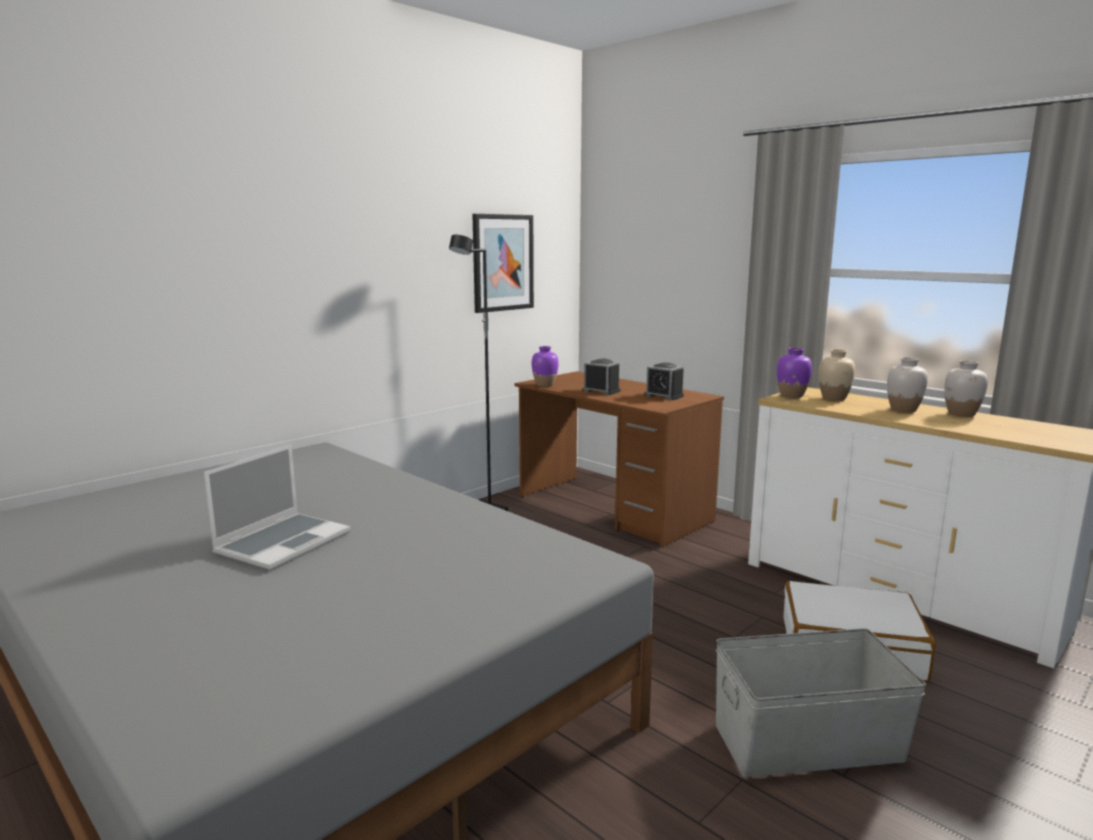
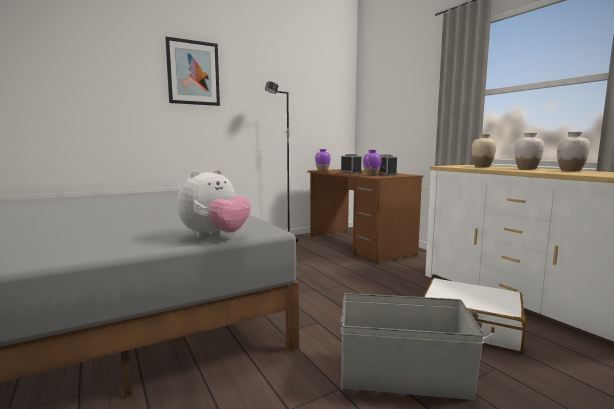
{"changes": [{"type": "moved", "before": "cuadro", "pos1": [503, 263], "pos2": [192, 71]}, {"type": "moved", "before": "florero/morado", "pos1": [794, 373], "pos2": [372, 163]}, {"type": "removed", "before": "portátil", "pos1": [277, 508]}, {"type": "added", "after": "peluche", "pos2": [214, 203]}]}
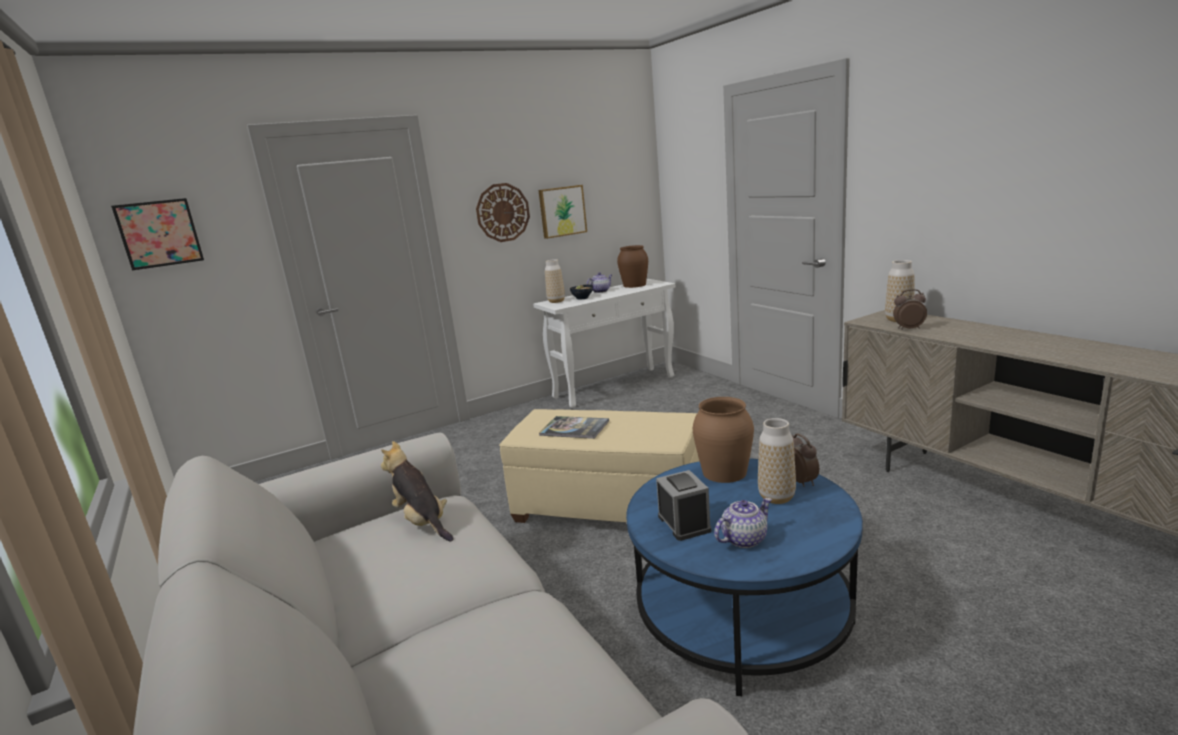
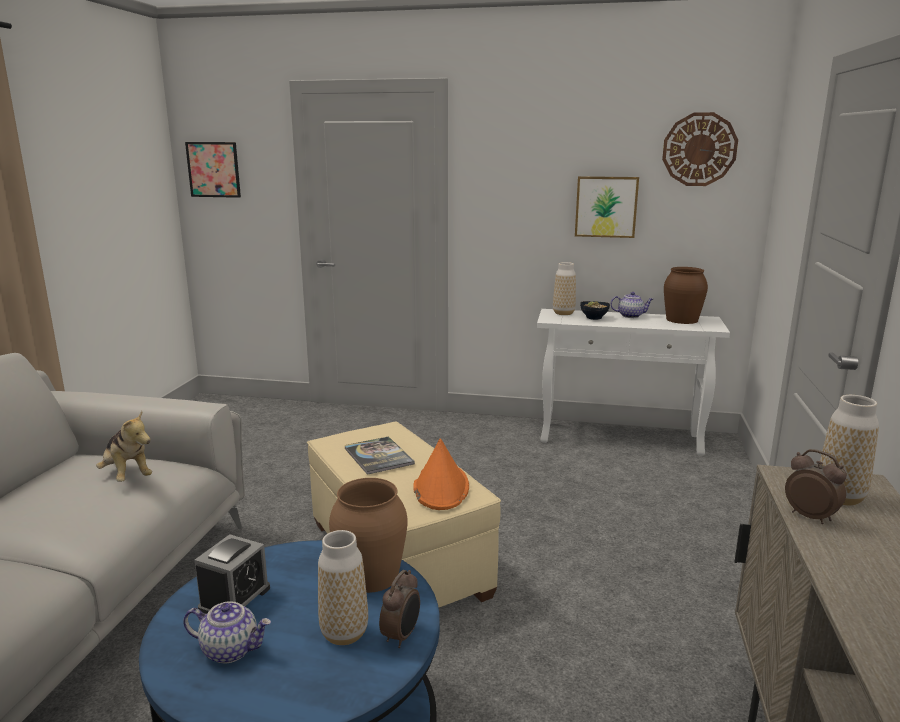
{"changes": [{"type": "moved", "before": "reloj de pared", "pos1": [503, 212], "pos2": [700, 149]}, {"type": "turned", "before": "peluche", "pos1": [417, 491], "pos2": [124, 446], "turn": 135}, {"type": "added", "after": "sombrero/naranja", "pos2": [441, 474]}]}
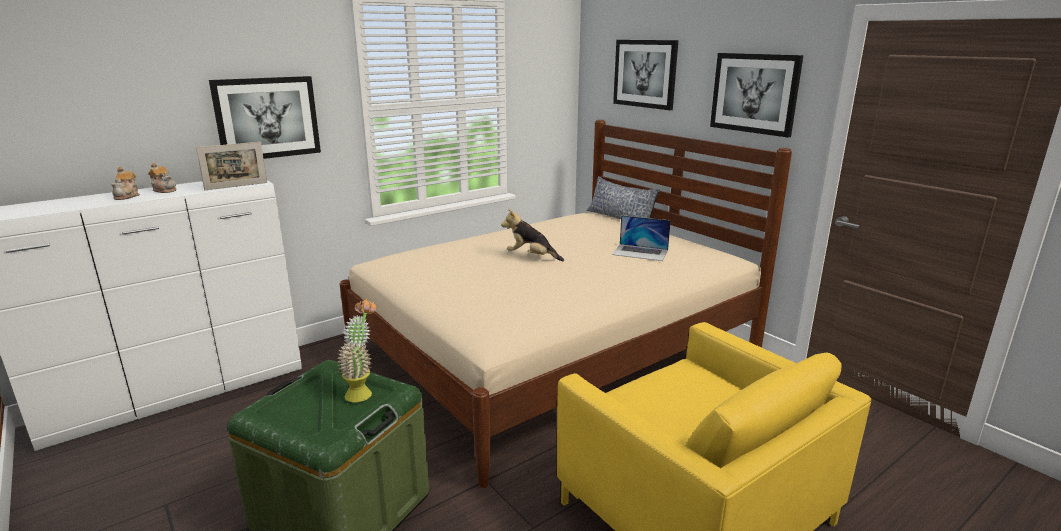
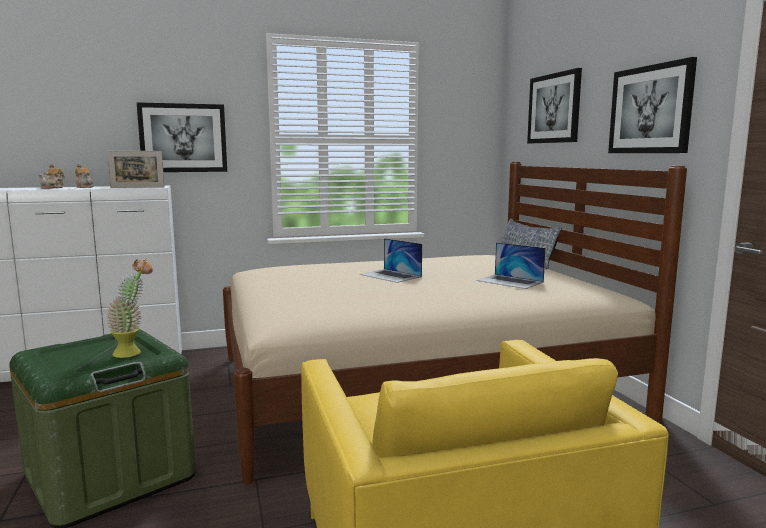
{"changes": [{"type": "replaced", "before": "peluche", "after": "portátil", "pos1": [532, 235], "pos2": [391, 260]}]}
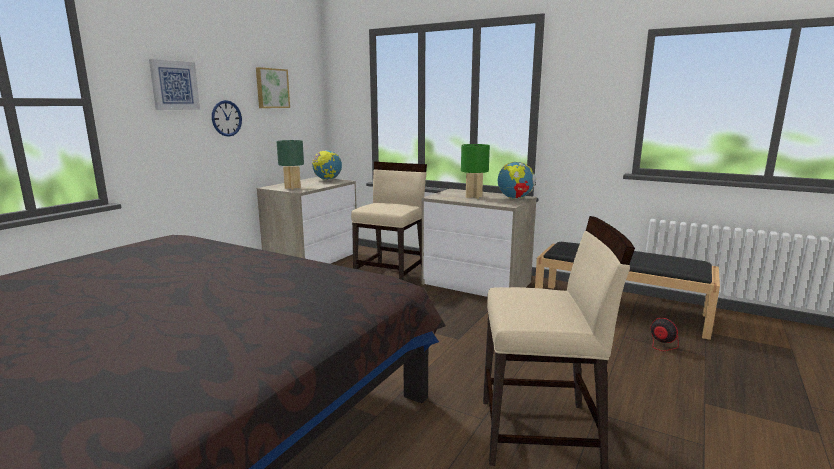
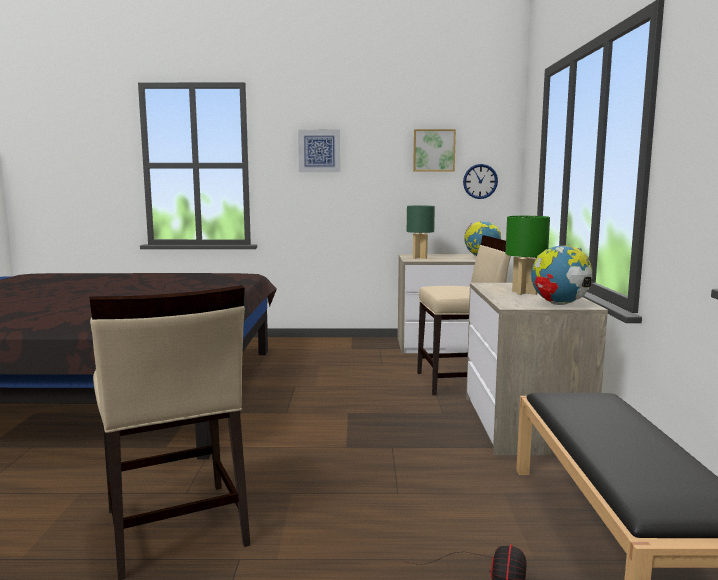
{"changes": [{"type": "moved", "before": "reloj de pared", "pos1": [227, 118], "pos2": [480, 181]}]}
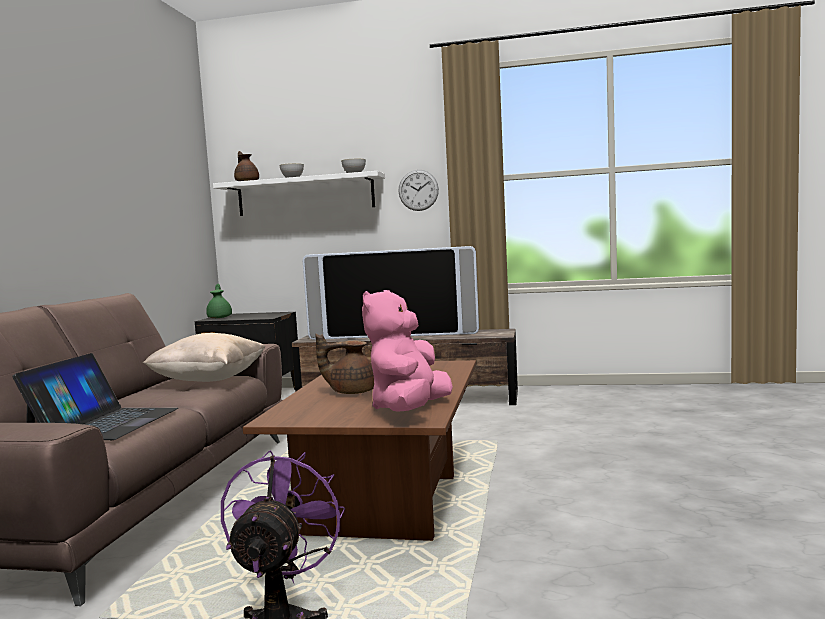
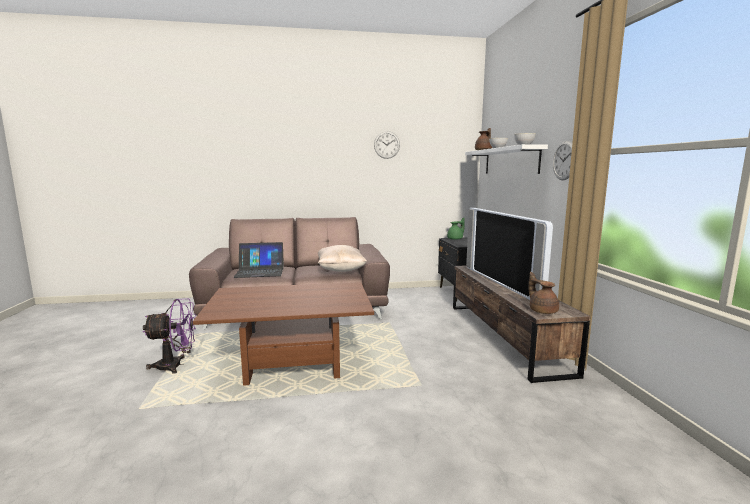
{"changes": [{"type": "removed", "before": "peluche/rosa", "pos1": [407, 351]}, {"type": "moved", "before": "tetera/marrón", "pos1": [344, 364], "pos2": [543, 293]}, {"type": "added", "after": "reloj de pared", "pos2": [387, 145]}]}
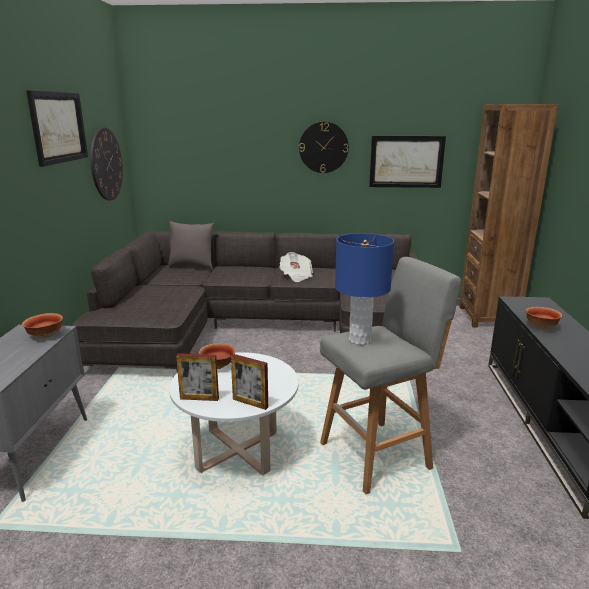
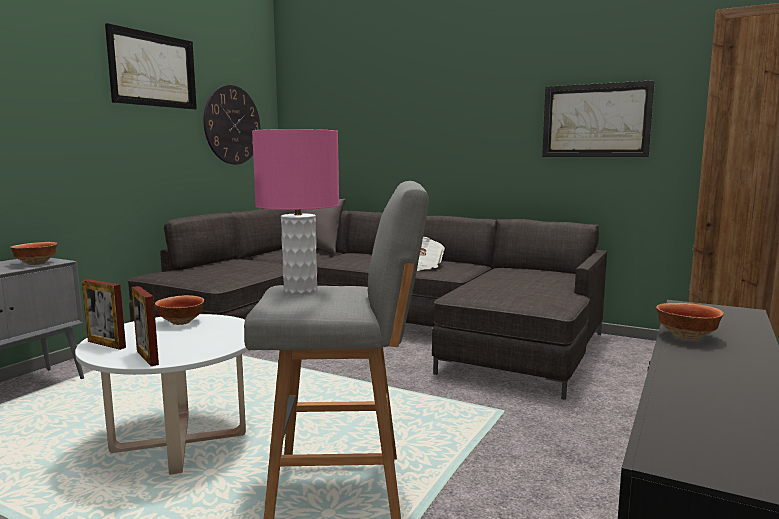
{"changes": [{"type": "removed", "before": "reloj de pared", "pos1": [324, 147]}, {"type": "recoloured", "before": "lámpara de mesa/azul", "after": "lámpara de mesa/rosa", "pos1": [364, 289], "pos2": [295, 212]}]}
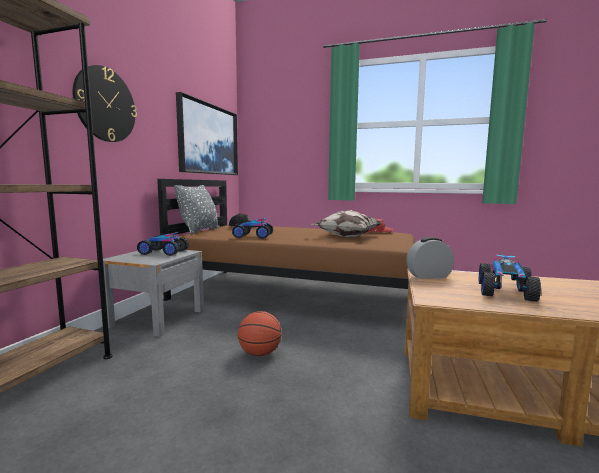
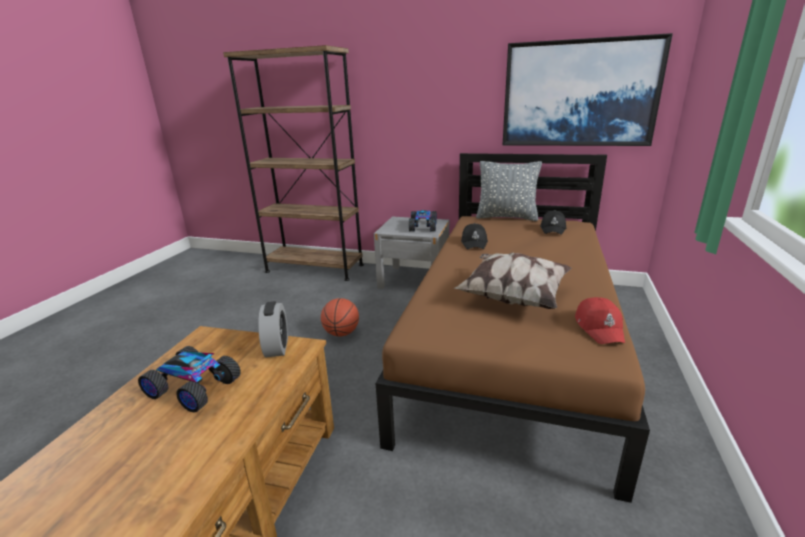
{"changes": [{"type": "removed", "before": "reloj de pared", "pos1": [105, 103]}, {"type": "replaced", "before": "coche de juguete", "after": "gorra/negro", "pos1": [252, 228], "pos2": [474, 236]}]}
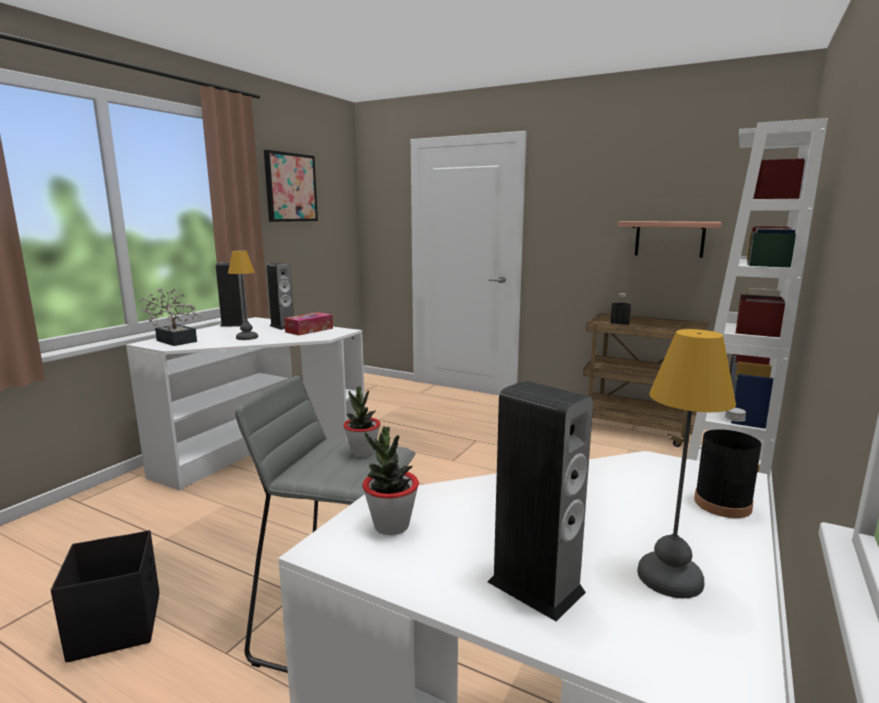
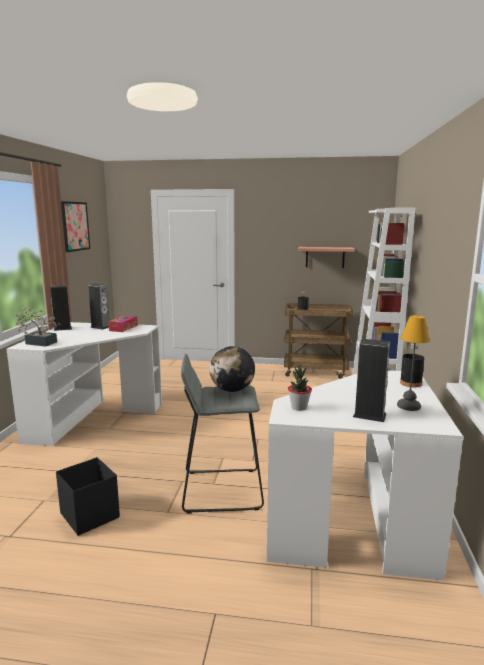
{"changes": [{"type": "removed", "before": "lámpara de mesa", "pos1": [243, 295]}, {"type": "replaced", "before": "planta en maceta", "after": "globo terráqueo", "pos1": [361, 422], "pos2": [232, 369]}]}
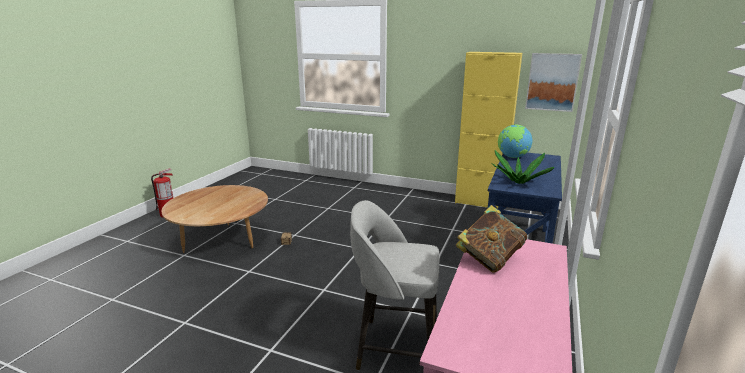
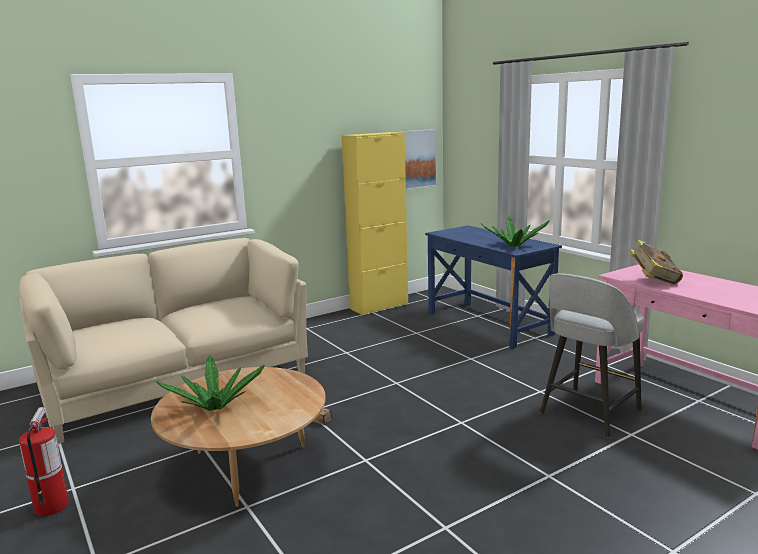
{"changes": [{"type": "removed", "before": "globo terráqueo", "pos1": [515, 141]}, {"type": "added", "after": "sofá/beis", "pos2": [163, 341]}, {"type": "added", "after": "planta en maceta", "pos2": [210, 382]}]}
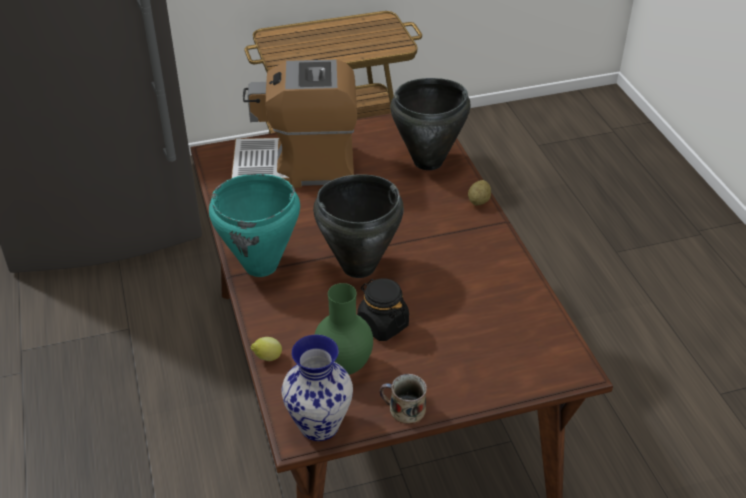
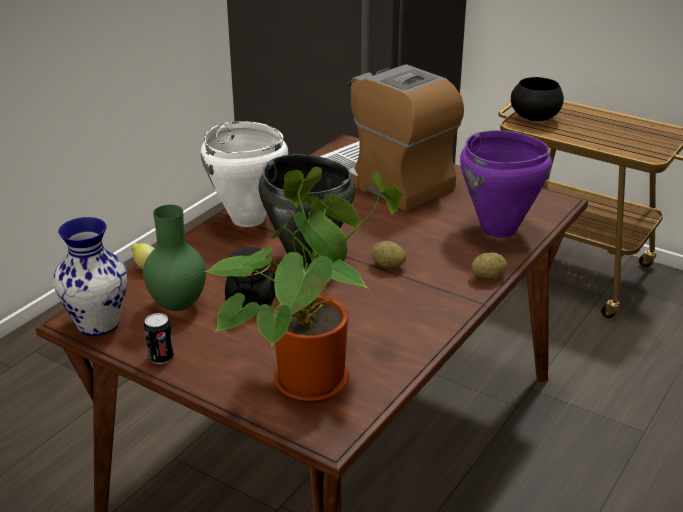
{"changes": [{"type": "recoloured", "before": "olla/negro", "after": "olla/morado", "pos1": [430, 124], "pos2": [506, 184]}, {"type": "recoloured", "before": "olla/turquesa", "after": "olla/blanco", "pos1": [254, 225], "pos2": [244, 174]}, {"type": "replaced", "before": "taza grande", "after": "lata", "pos1": [403, 399], "pos2": [159, 338]}, {"type": "added", "after": "cuenco/negro", "pos2": [537, 99]}, {"type": "added", "after": "planta en maceta", "pos2": [302, 285]}, {"type": "added", "after": "patata", "pos2": [388, 254]}]}
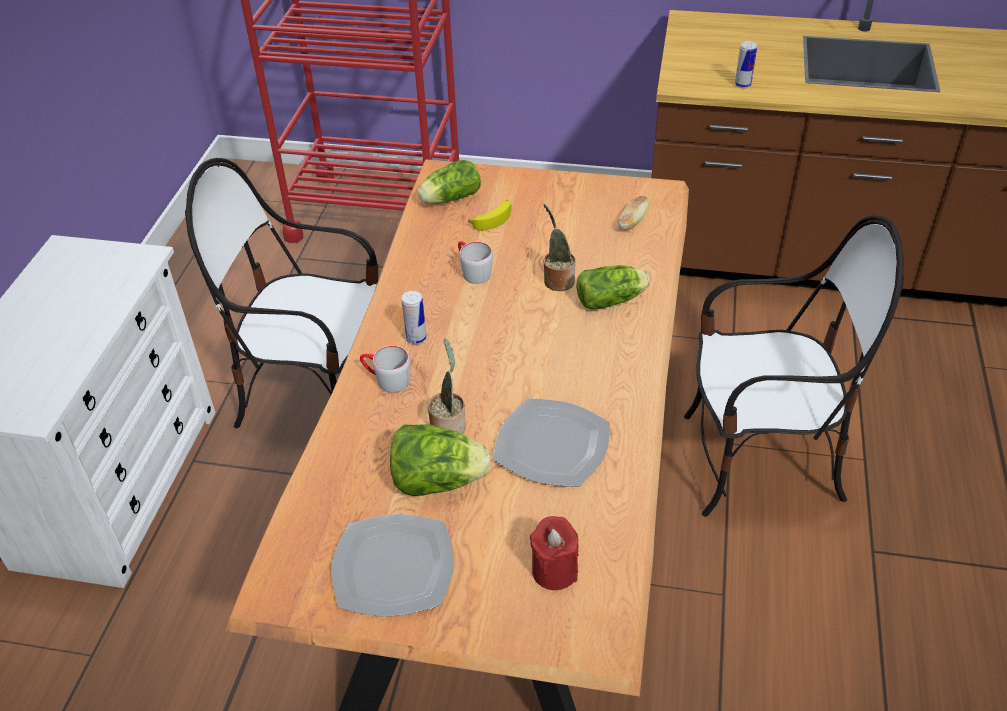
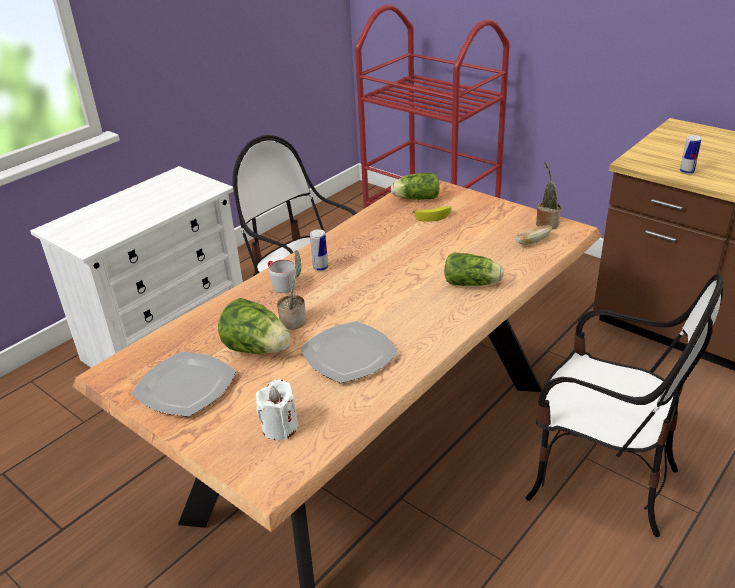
{"changes": [{"type": "moved", "before": "planta en maceta", "pos1": [559, 247], "pos2": [548, 195]}, {"type": "removed", "before": "taza grande/gris", "pos1": [475, 262]}, {"type": "recoloured", "before": "vela/rojo", "after": "vela/blanco", "pos1": [554, 553], "pos2": [277, 409]}]}
